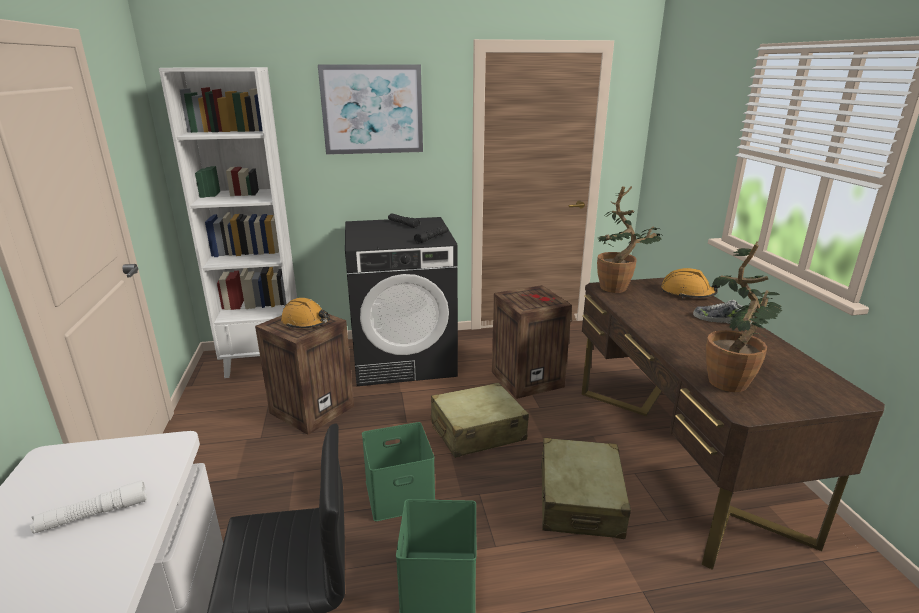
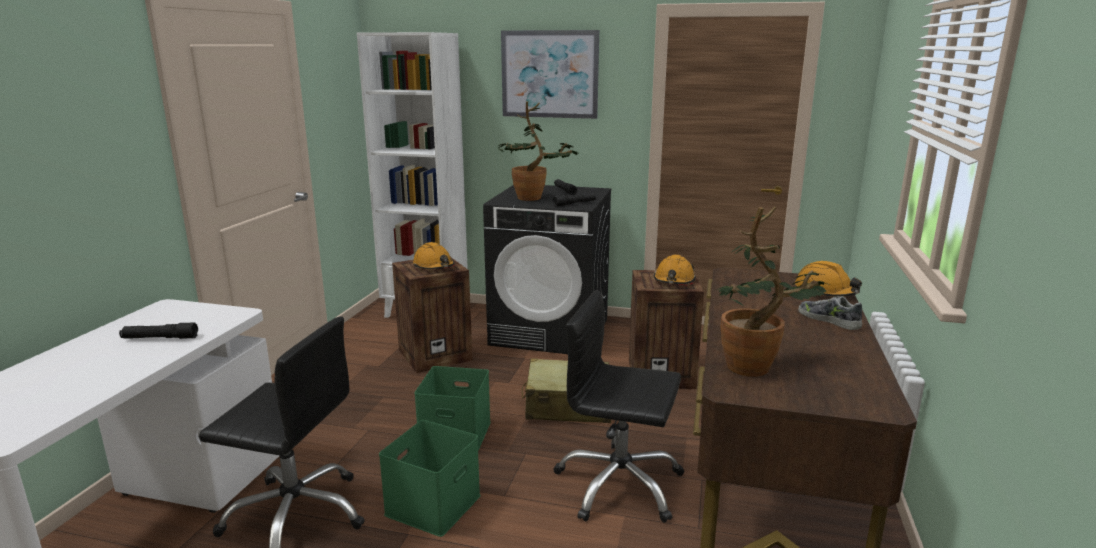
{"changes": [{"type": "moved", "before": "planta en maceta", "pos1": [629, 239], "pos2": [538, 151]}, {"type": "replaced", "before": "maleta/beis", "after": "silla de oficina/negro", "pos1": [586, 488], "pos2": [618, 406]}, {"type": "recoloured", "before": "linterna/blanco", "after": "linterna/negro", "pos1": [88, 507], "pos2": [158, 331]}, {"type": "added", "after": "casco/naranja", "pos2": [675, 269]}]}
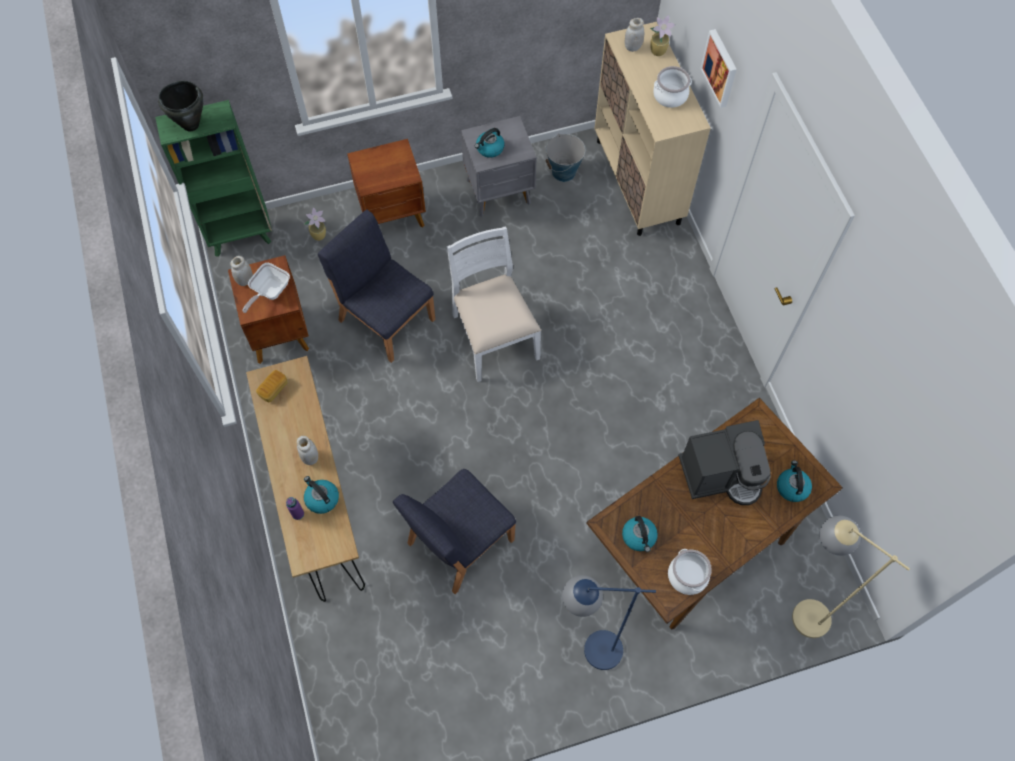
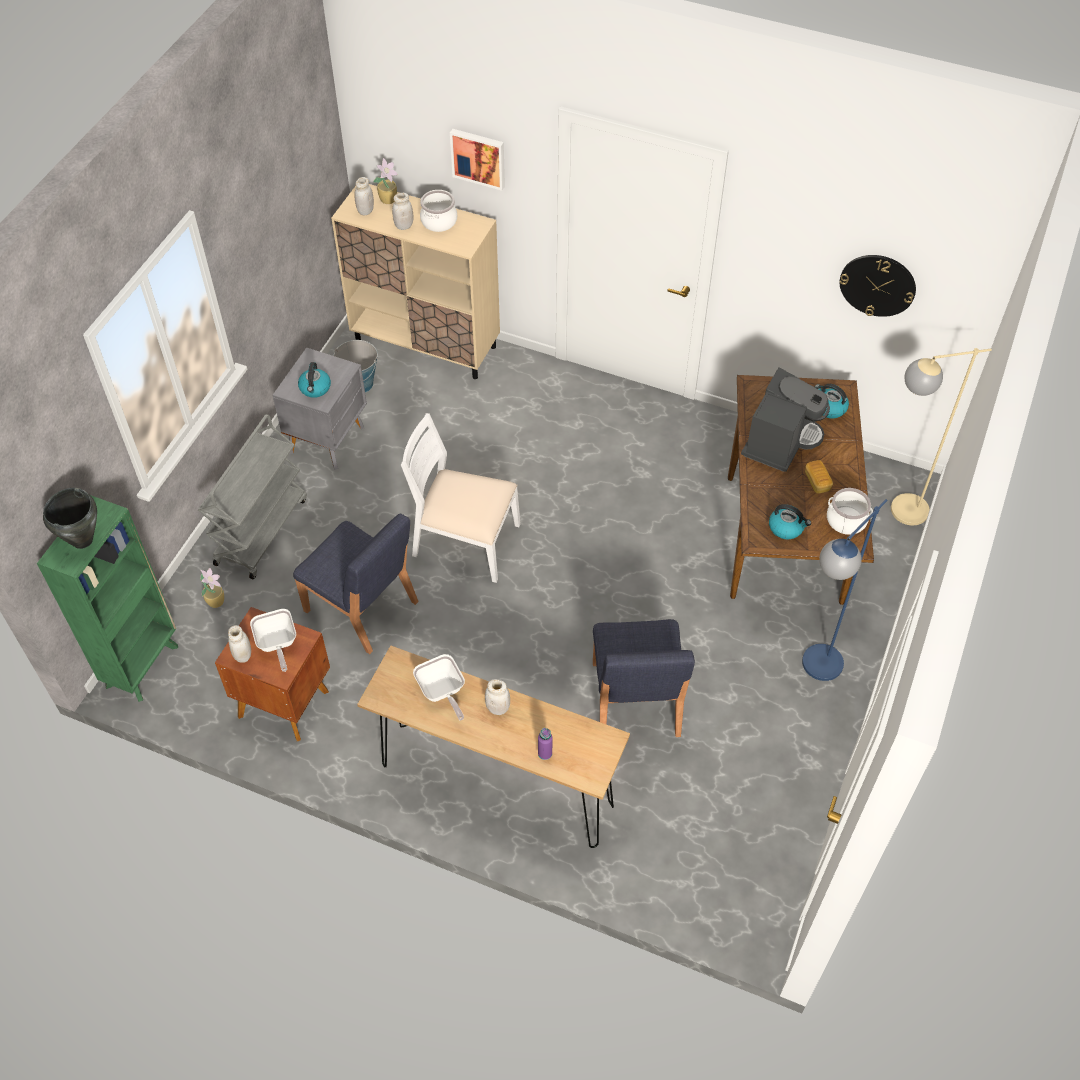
{"changes": [{"type": "replaced", "before": "mesita de noche/marrón", "after": "carrito/gris", "pos1": [386, 183], "pos2": [252, 496]}, {"type": "turned", "before": "silla/azul", "pos1": [376, 286], "pos2": [355, 584], "turn": -135}, {"type": "moved", "before": "pan", "pos1": [272, 386], "pos2": [819, 477]}, {"type": "removed", "before": "hervidor", "pos1": [321, 495]}, {"type": "added", "after": "tarro/blanco", "pos2": [403, 211]}, {"type": "added", "after": "reloj de pared", "pos2": [878, 286]}, {"type": "added", "after": "sartén", "pos2": [439, 687]}]}
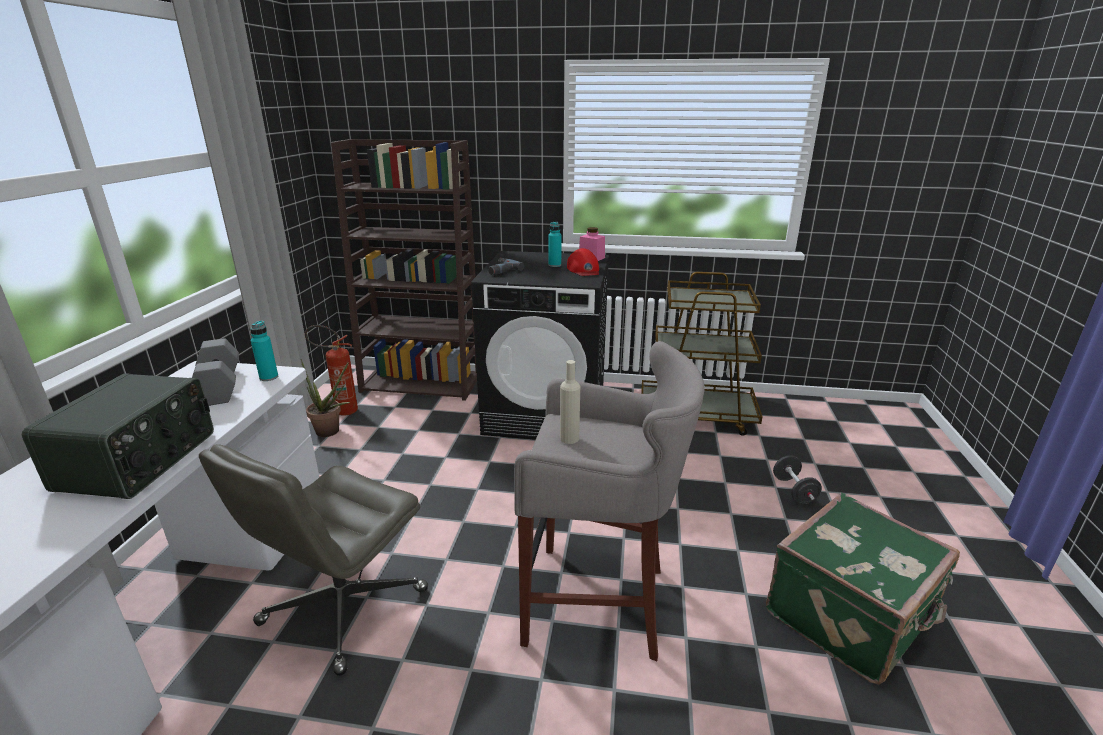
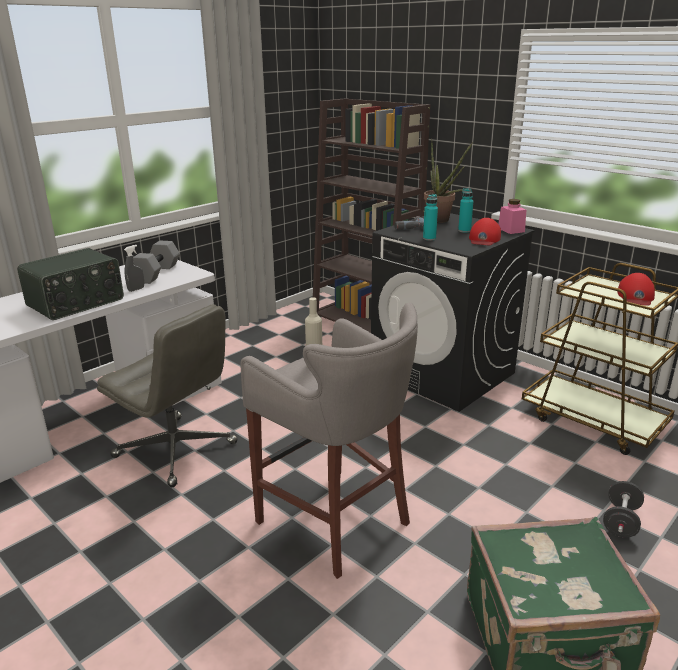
{"changes": [{"type": "moved", "before": "botella/turquesa", "pos1": [264, 351], "pos2": [430, 217]}, {"type": "removed", "before": "extintor", "pos1": [331, 370]}, {"type": "moved", "before": "planta en maceta", "pos1": [325, 398], "pos2": [448, 181]}, {"type": "turned", "before": "silla de oficina/gris", "pos1": [313, 560], "pos2": [167, 395], "turn": -120}, {"type": "added", "after": "pulverizador/gris", "pos2": [134, 268]}, {"type": "added", "after": "gorra/rojo", "pos2": [636, 289]}]}
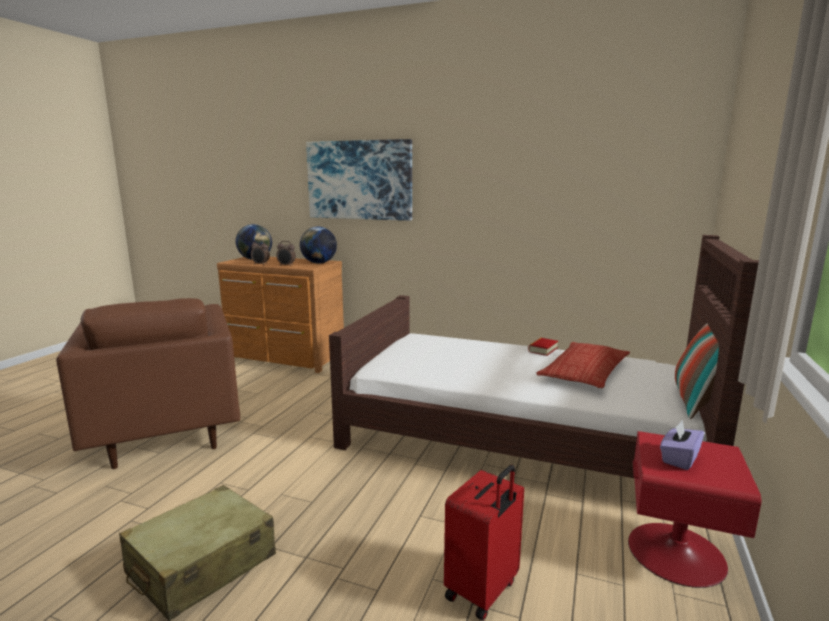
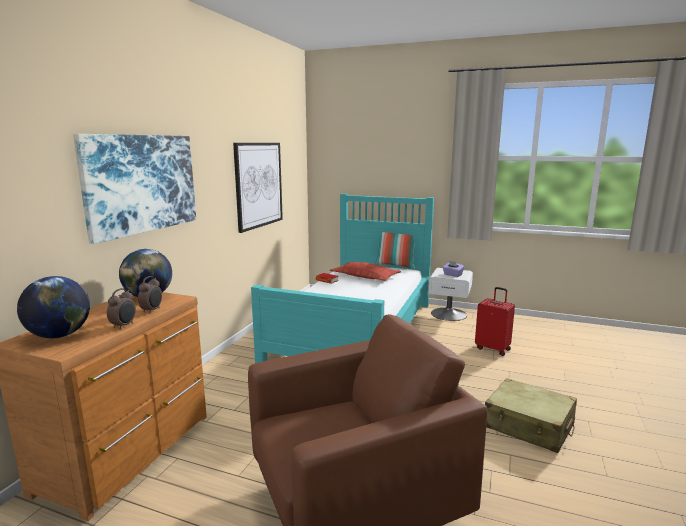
{"changes": [{"type": "recoloured", "before": "cama/marrón", "after": "cama/turquesa", "pos1": [544, 356], "pos2": [342, 278]}, {"type": "recoloured", "before": "mesita de noche/rojo", "after": "mesita de noche/blanco", "pos1": [694, 509], "pos2": [450, 294]}, {"type": "added", "after": "cuadro", "pos2": [258, 188]}]}
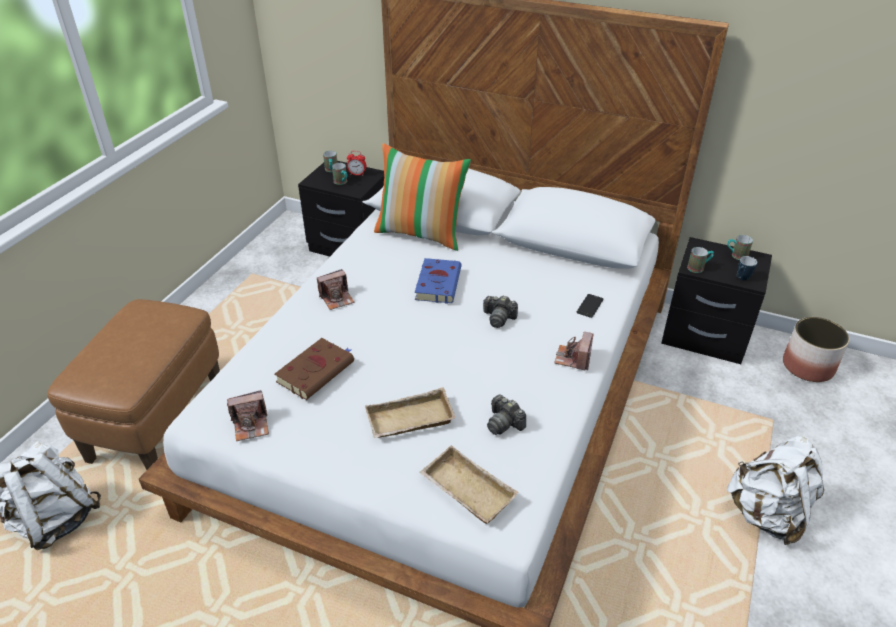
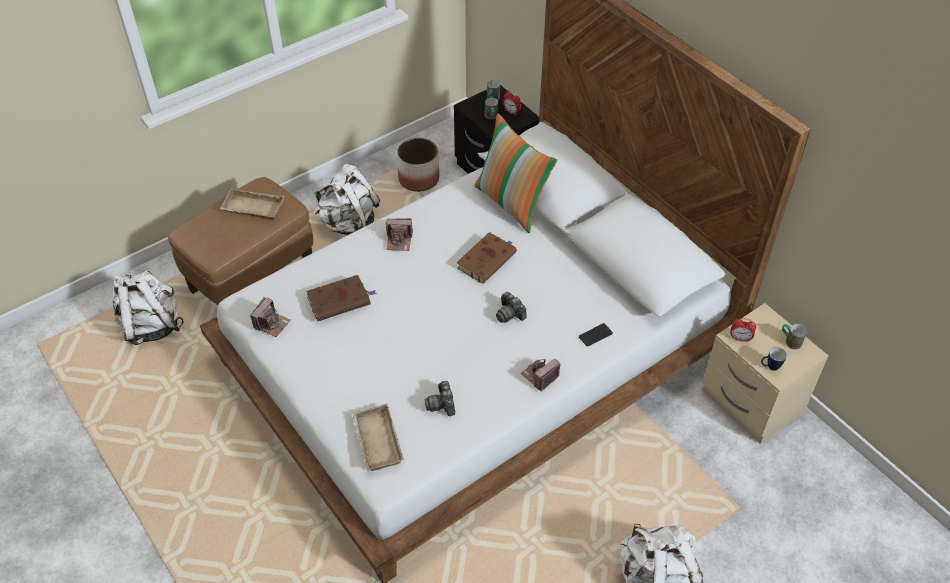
{"changes": [{"type": "recoloured", "before": "mesita de noche/negro", "after": "mesita de noche/beis", "pos1": [716, 300], "pos2": [765, 373]}, {"type": "replaced", "before": "taza grande", "after": "despertador", "pos1": [700, 260], "pos2": [743, 330]}, {"type": "recoloured", "before": "libro/azul", "after": "libro/marrón", "pos1": [438, 281], "pos2": [487, 258]}, {"type": "moved", "before": "maceta", "pos1": [816, 349], "pos2": [418, 165]}, {"type": "moved", "before": "bandeja/beis", "pos1": [410, 412], "pos2": [252, 204]}, {"type": "turned", "before": "cámara", "pos1": [248, 415], "pos2": [270, 317], "turn": -75}, {"type": "added", "after": "mochila/blanco", "pos2": [347, 199]}]}
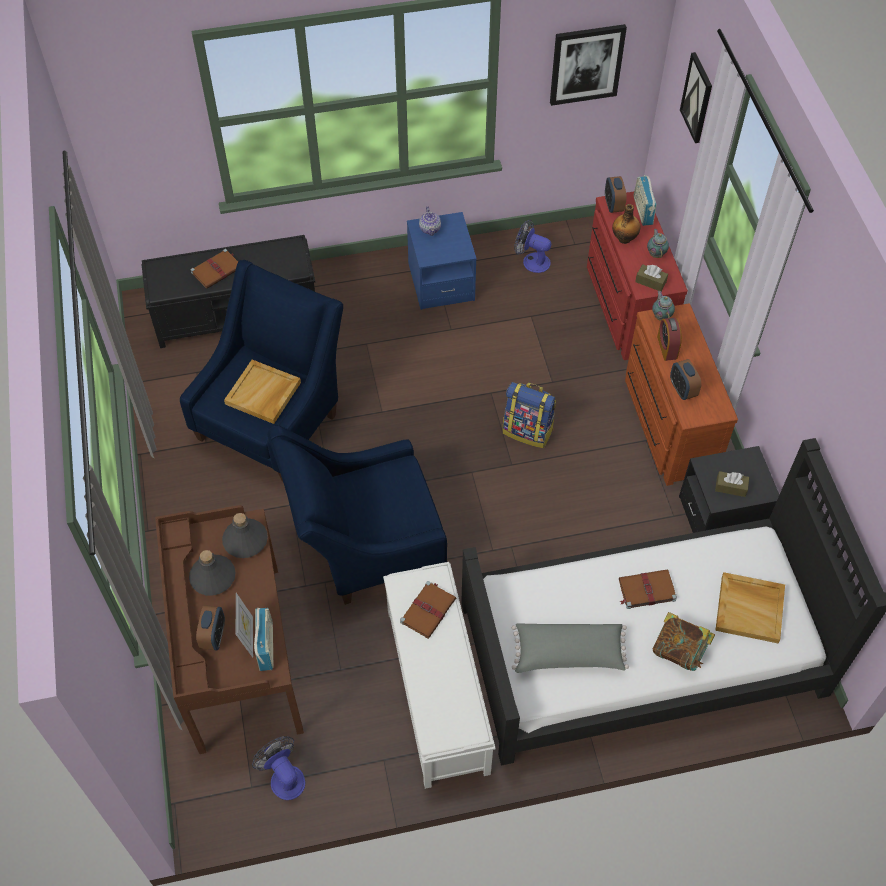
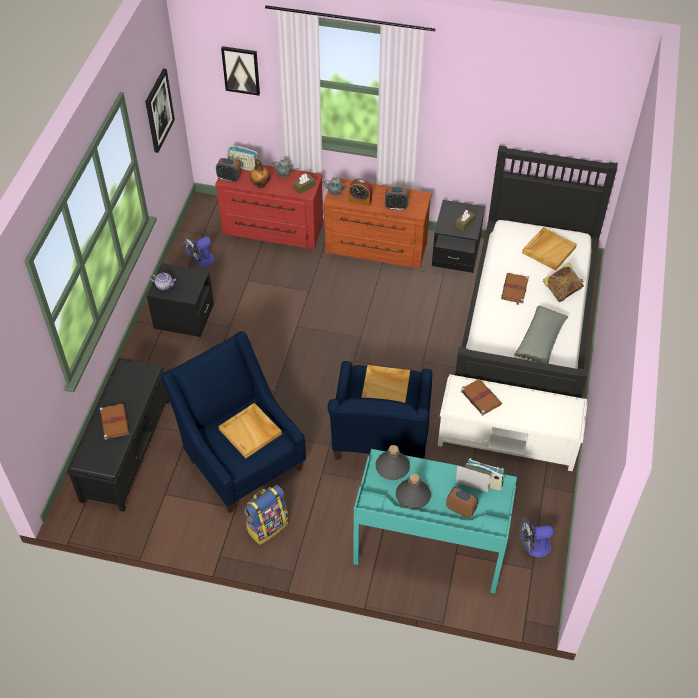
{"changes": [{"type": "recoloured", "before": "mesita de noche/azul", "after": "mesita de noche/negro", "pos1": [442, 261], "pos2": [180, 300]}, {"type": "moved", "before": "mochila", "pos1": [529, 415], "pos2": [266, 515]}, {"type": "recoloured", "before": "escritorio/marrón", "after": "escritorio/turquesa", "pos1": [229, 629], "pos2": [435, 521]}, {"type": "added", "after": "bandeja/beis", "pos2": [385, 384]}]}
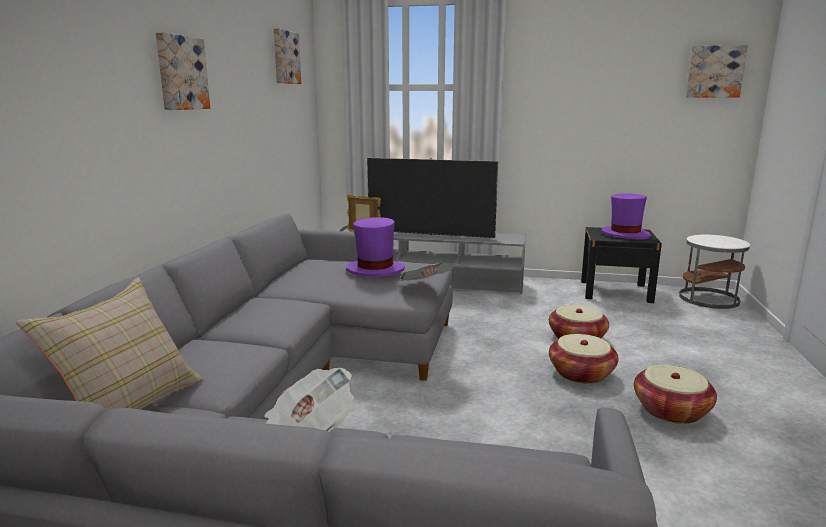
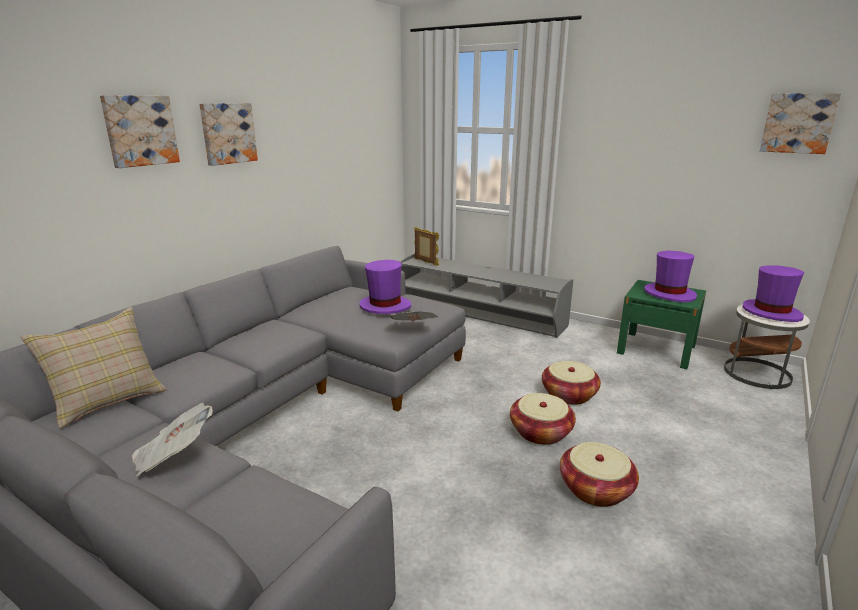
{"changes": [{"type": "moved", "before": "cuadro", "pos1": [287, 56], "pos2": [140, 131]}, {"type": "removed", "before": "televisor", "pos1": [433, 198]}, {"type": "recoloured", "before": "mesita de noche/negro", "after": "mesita de noche/verde", "pos1": [621, 265], "pos2": [661, 324]}, {"type": "added", "after": "sombrero/morado", "pos2": [773, 293]}]}
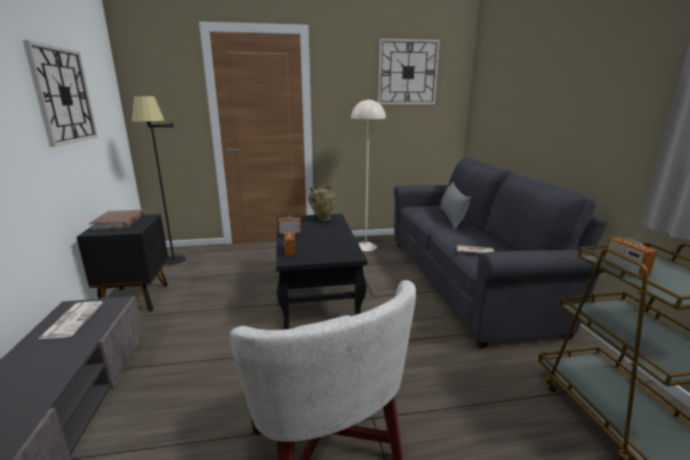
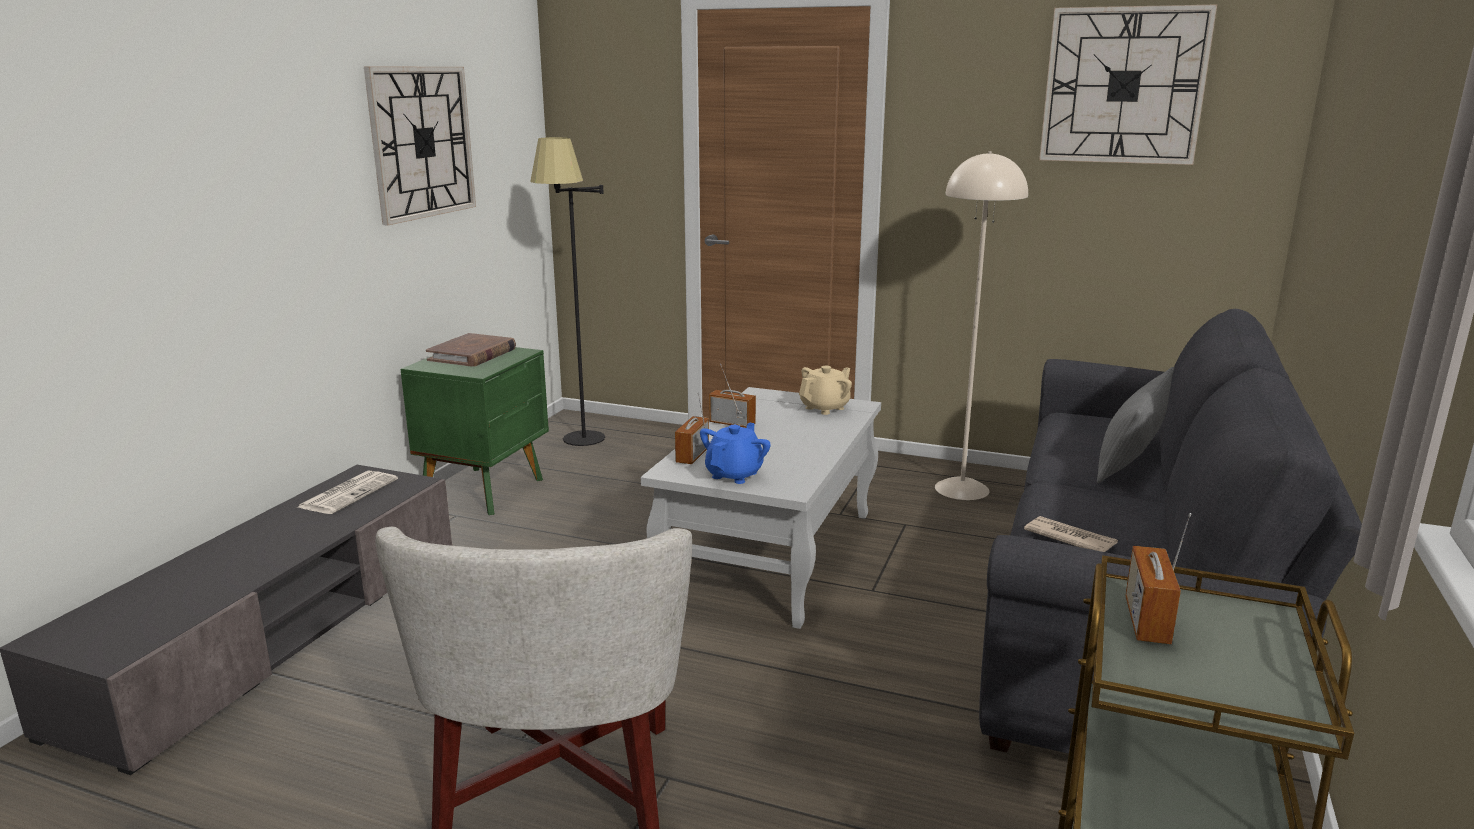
{"changes": [{"type": "replaced", "before": "florero/beis", "after": "tetera/beis", "pos1": [322, 203], "pos2": [825, 390]}, {"type": "recoloured", "before": "mesita de noche/negro", "after": "mesita de noche/verde", "pos1": [122, 263], "pos2": [475, 431]}, {"type": "recoloured", "before": "mesa de centro/negro", "after": "mesa de centro/blanco", "pos1": [321, 271], "pos2": [761, 508]}, {"type": "added", "after": "tetera/azul", "pos2": [735, 453]}]}
